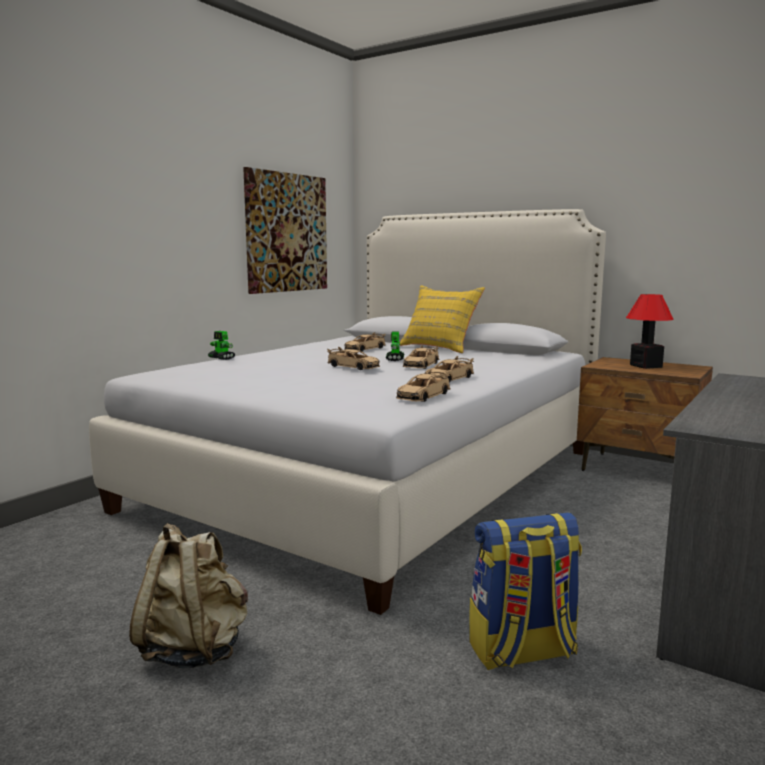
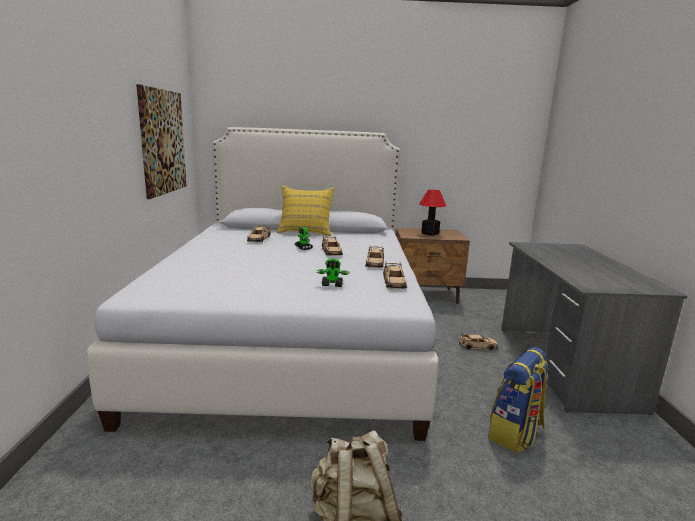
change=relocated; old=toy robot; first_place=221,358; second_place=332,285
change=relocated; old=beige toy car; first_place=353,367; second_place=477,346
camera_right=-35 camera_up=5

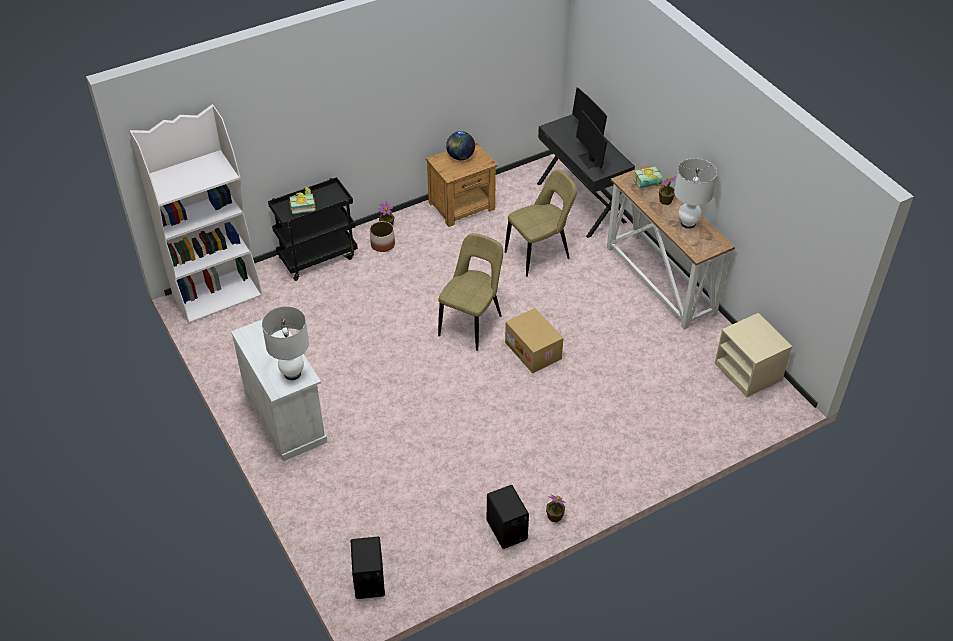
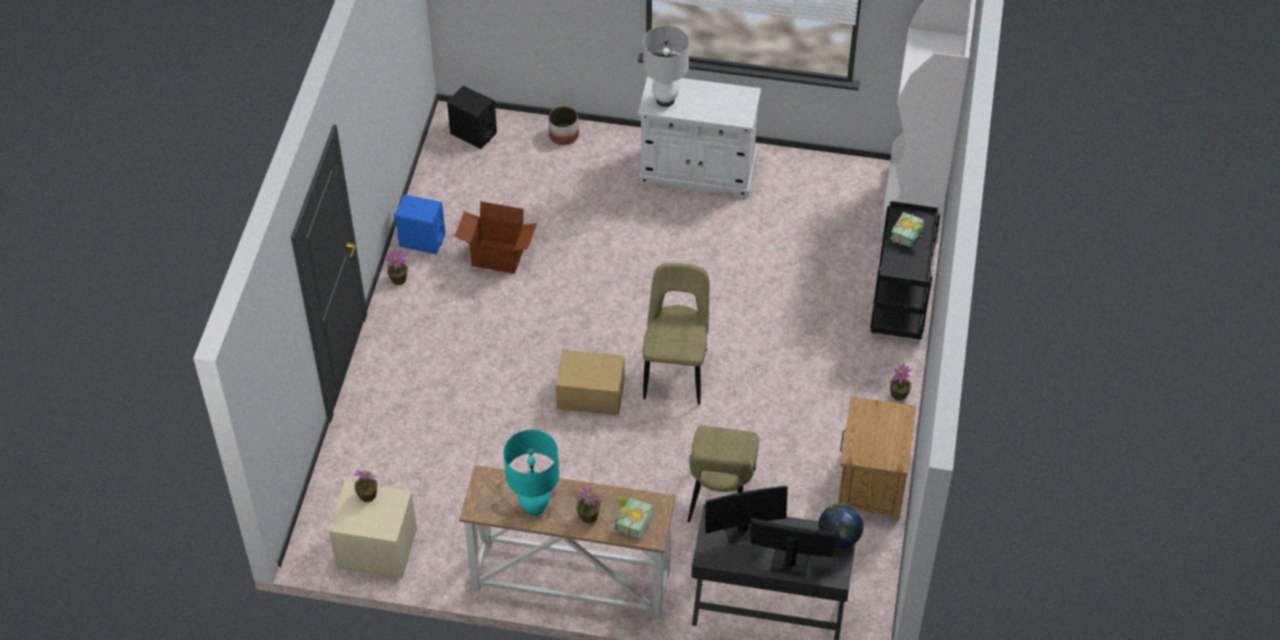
change=relocated; old=planter; first_place=382,244; second_place=564,135
change=spun; old=beige chair; first_place=472,324; second_place=676,370; degrees=-150
change=relocated; old=globe; first_place=460,157; second_place=839,537
change=colour; old=black speaker; new=blue speaker; first_place=507,530; second_place=422,240
change=spun; old=monitor; first_place=591,160; second_place=743,530; degrees=150
change=colour; old=white table lamp; new=turquoise table lamp; first_place=688,223; second_place=534,506
change=appeared; new=potted plant; second_place=367,495
change=appeared; new=cardboard box; second_place=497,257
camera_right=130 camera_up=5

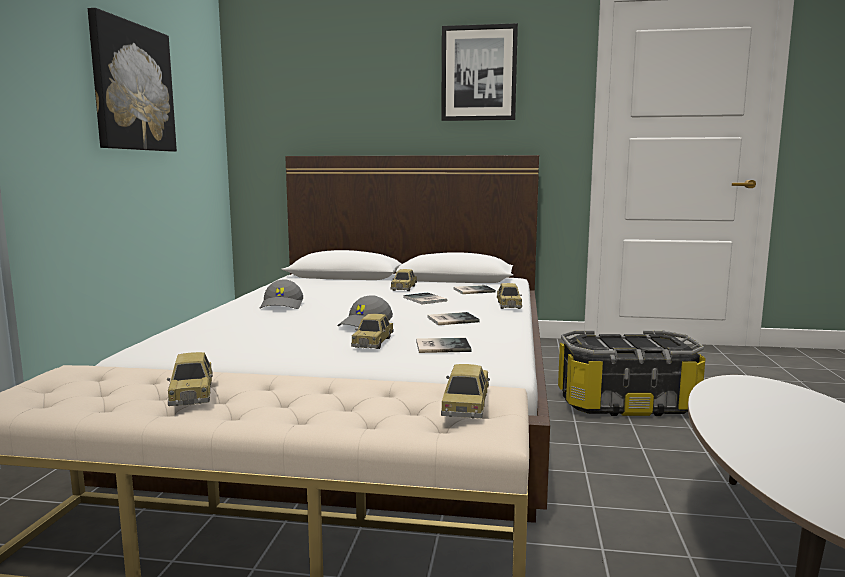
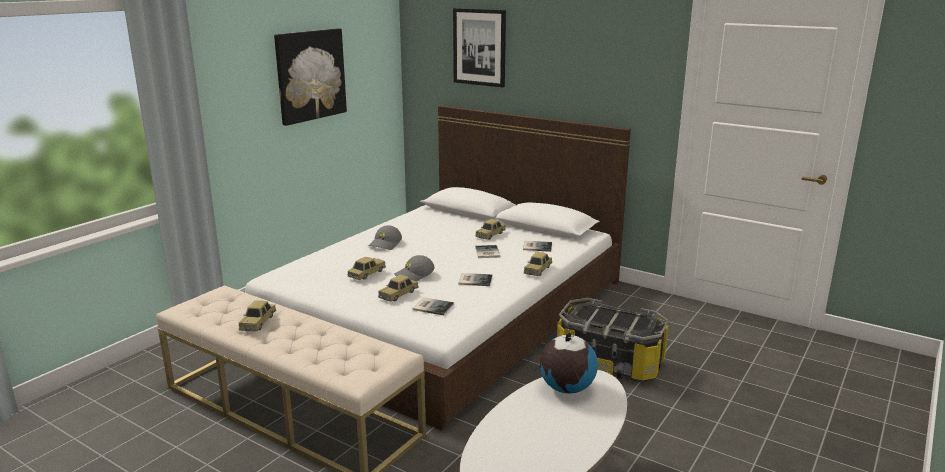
change=relocated; old=picture; first_place=479,73; second_place=479,47
change=relocated; old=toy car; first_place=466,405; second_place=367,274
change=appeared; new=globe; second_place=566,388
camera_right=25 camera_up=10

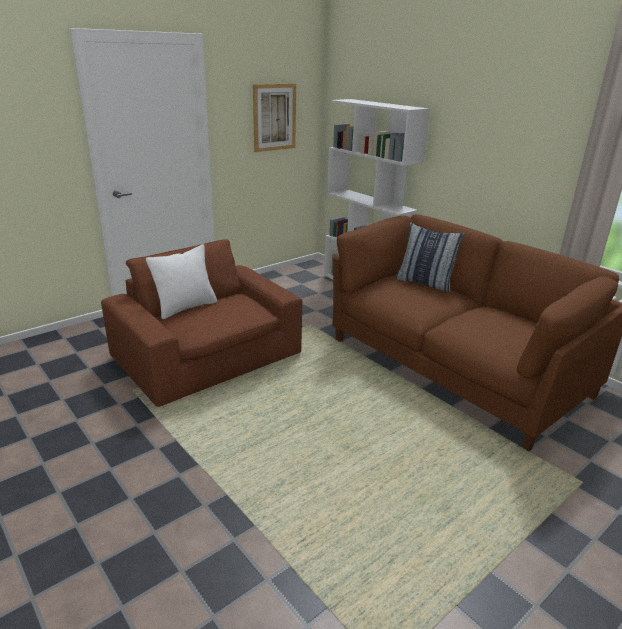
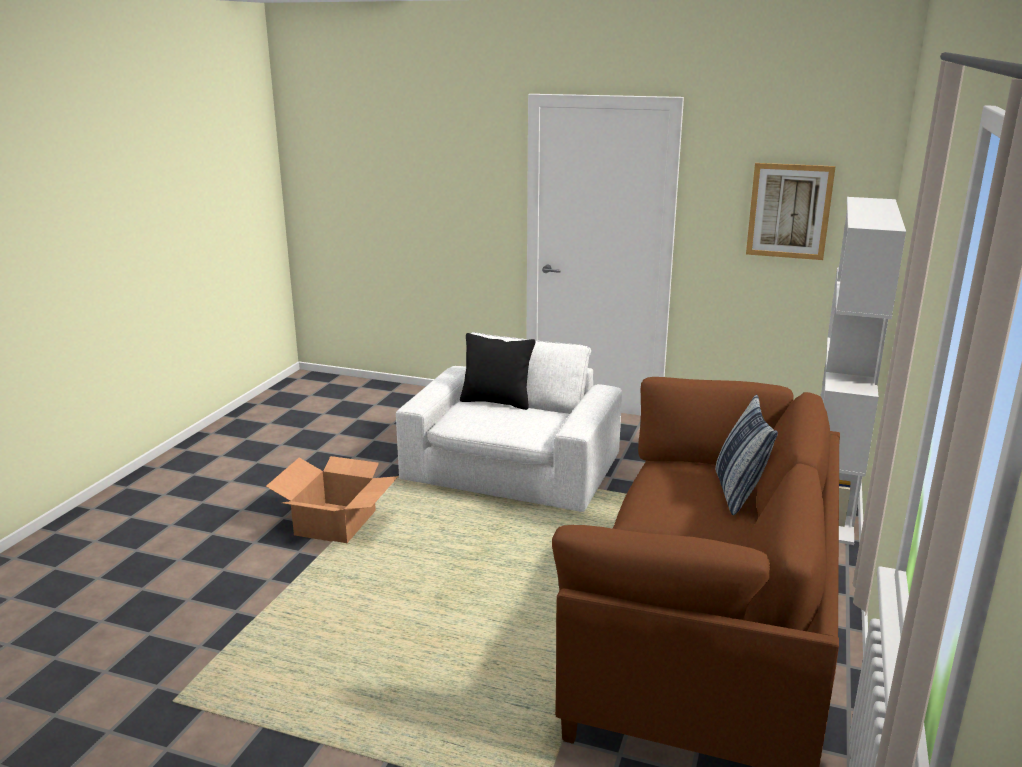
change=colour; old=brown armchair; new=white armchair; first_place=208,356; second_place=512,470
change=colour; old=white pillow; new=black pillow; first_place=186,307; second_place=496,402
change=appeared; new=cardboard box; second_place=336,523
camera_right=60 camera_up=-5

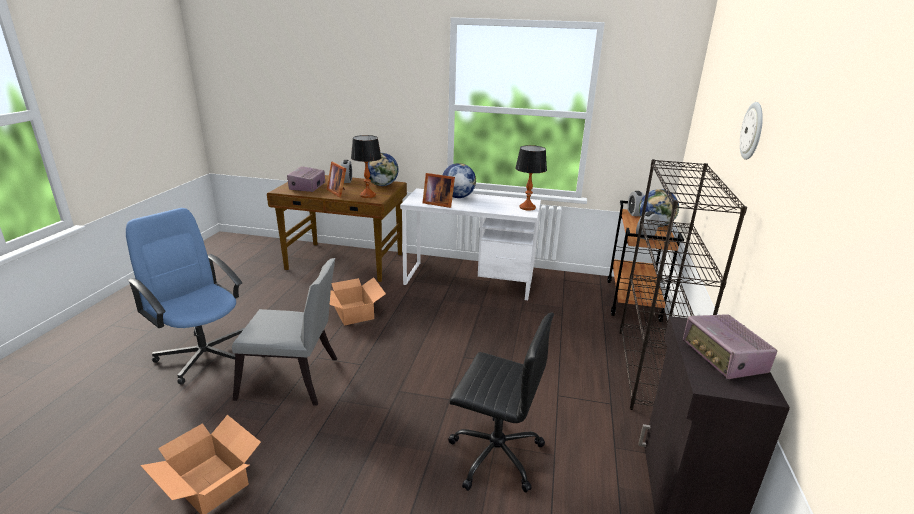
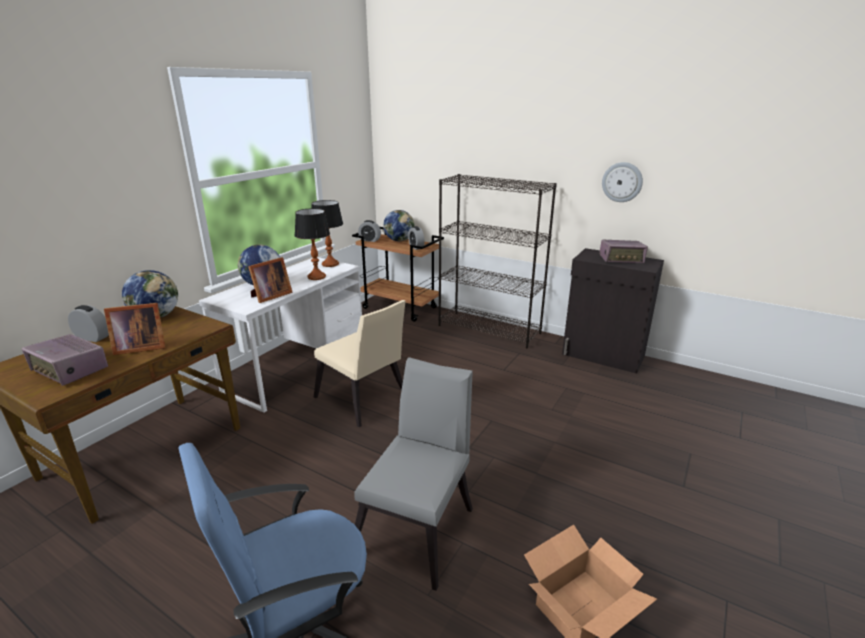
change=missing; old=cardboard box; first_place=353,313
change=relocated; old=table lamp; first_place=368,195; second_place=316,277
change=missing; old=black office chair; first_place=494,454
change=relocated; old=wall clock; first_place=753,131; second_place=622,182
change=appeared; new=beige chair; second_place=364,401
camera_right=-70 camera_up=0

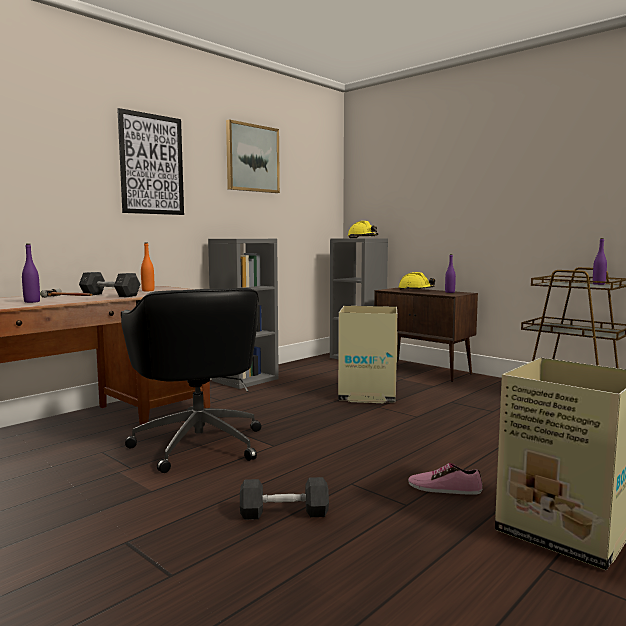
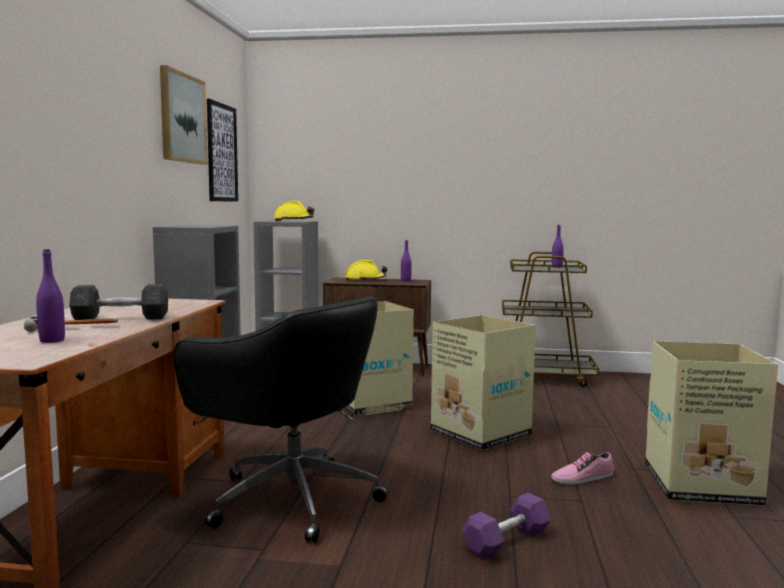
change=relocated; old=picture; first_place=151,164; second_place=222,153
change=missing; old=orange bottle; first_place=148,290
change=colour; old=grey dumbbell; new=purple dumbbell; first_place=284,513; second_place=506,541
change=appeared; new=cardboard box; second_place=479,433
camera_right=-35 camera_up=0

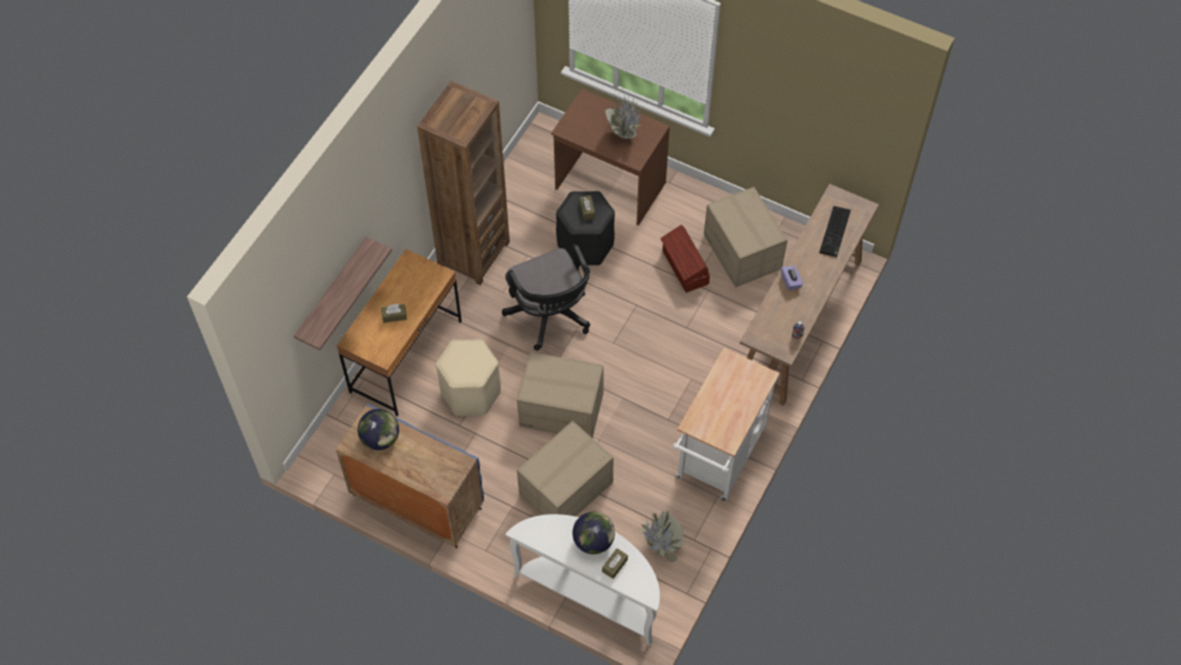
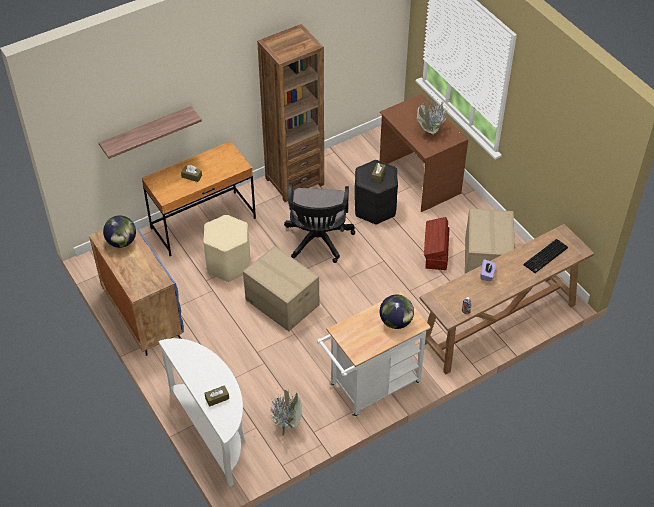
change=missing; old=cardboard box; first_place=566,489
change=relocated; old=globe; first_place=594,541; second_place=396,322
camera_right=30 camera_up=-10

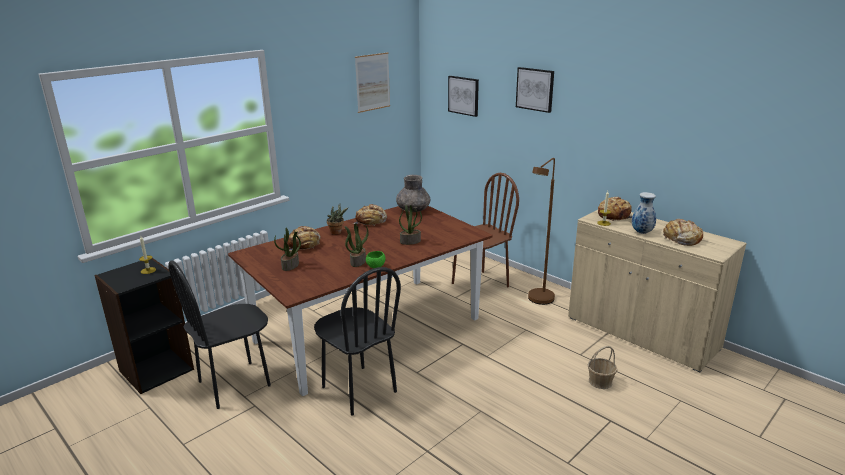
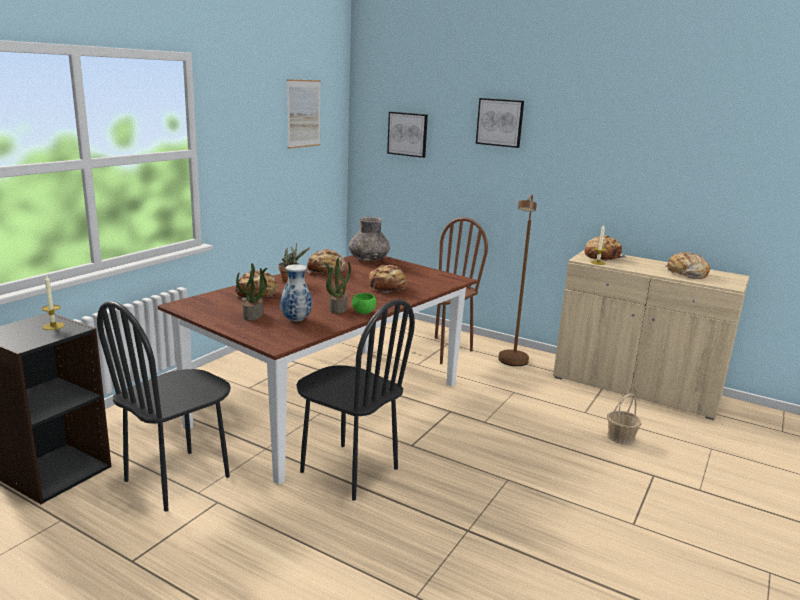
change=exchanged; old=potted plant; new=bread; first_place=410,241; second_place=387,288
change=relocated; old=vase; first_place=641,232; second_place=295,320
camera_right=-15 camera_up=-5

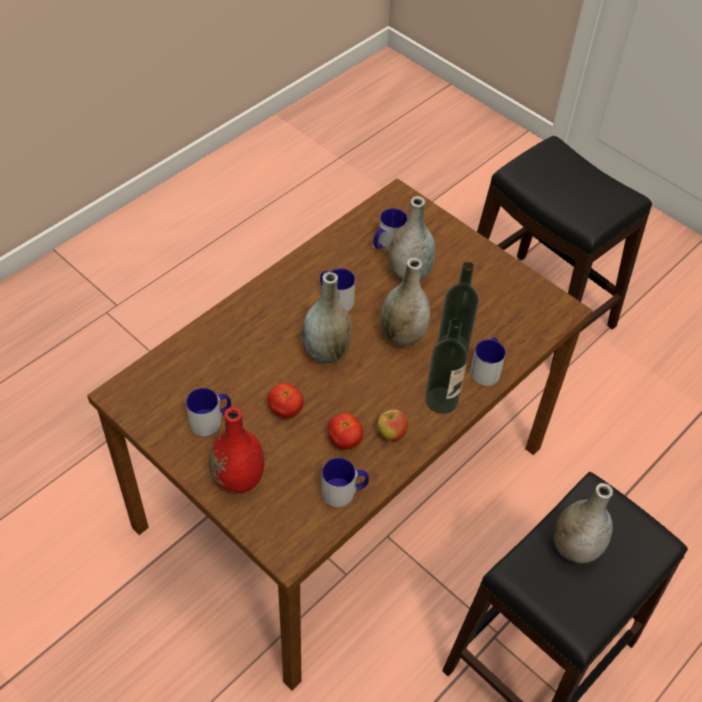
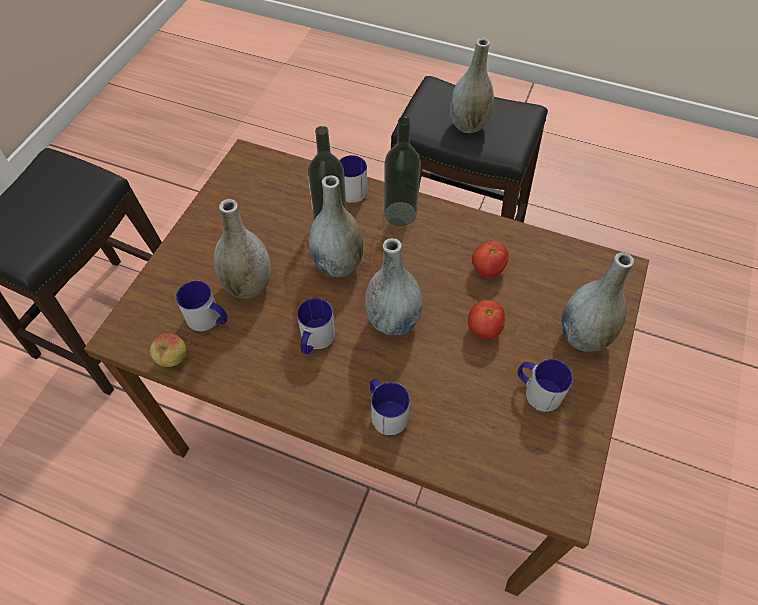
change=colour; old=red vase; new=grey vase; first_place=238,479; second_place=583,336
change=relocated; old=mug; first_place=344,492; second_place=385,412
change=relocated; old=apple; first_place=391,434; second_place=173,359
camera_right=-110 camera_up=5

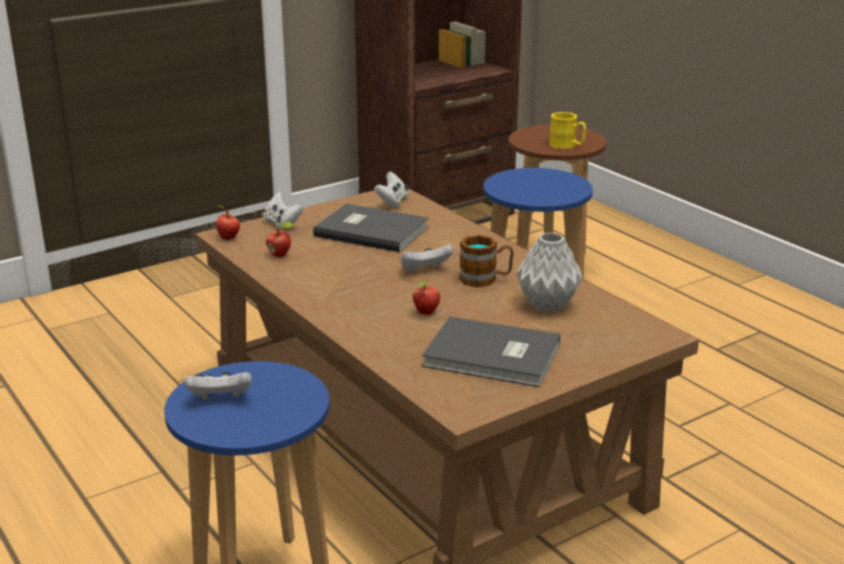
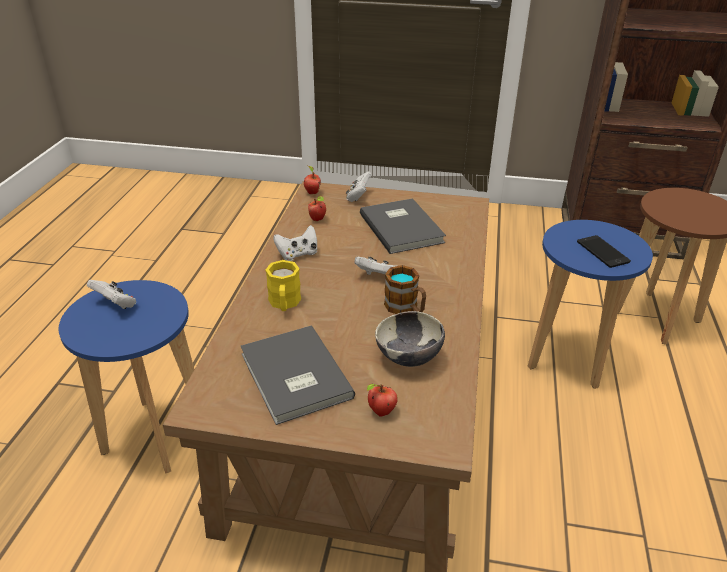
change=relocated; old=white game controller; first_place=392,202; second_place=298,254
change=relocated; old=apple; first_place=426,313; second_place=381,412
change=exchanged; old=grey vase; new=bowl; first_place=548,305; second_place=408,358
change=relocated; old=yellow mug; first_place=567,146; second_place=284,304
change=appeared; new=phone; second_place=602,252
camera_right=45 camera_up=10

